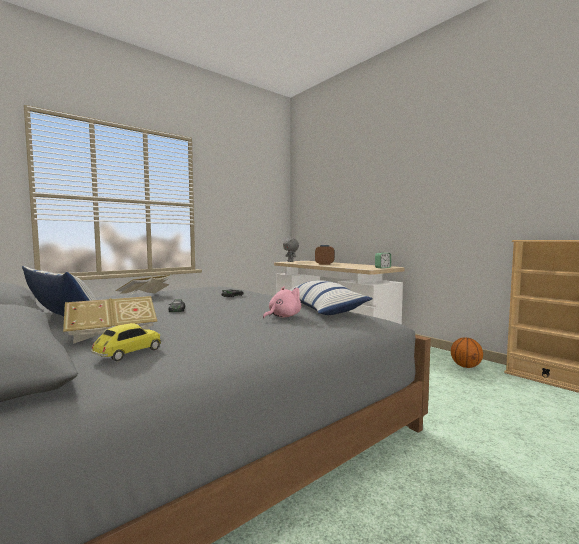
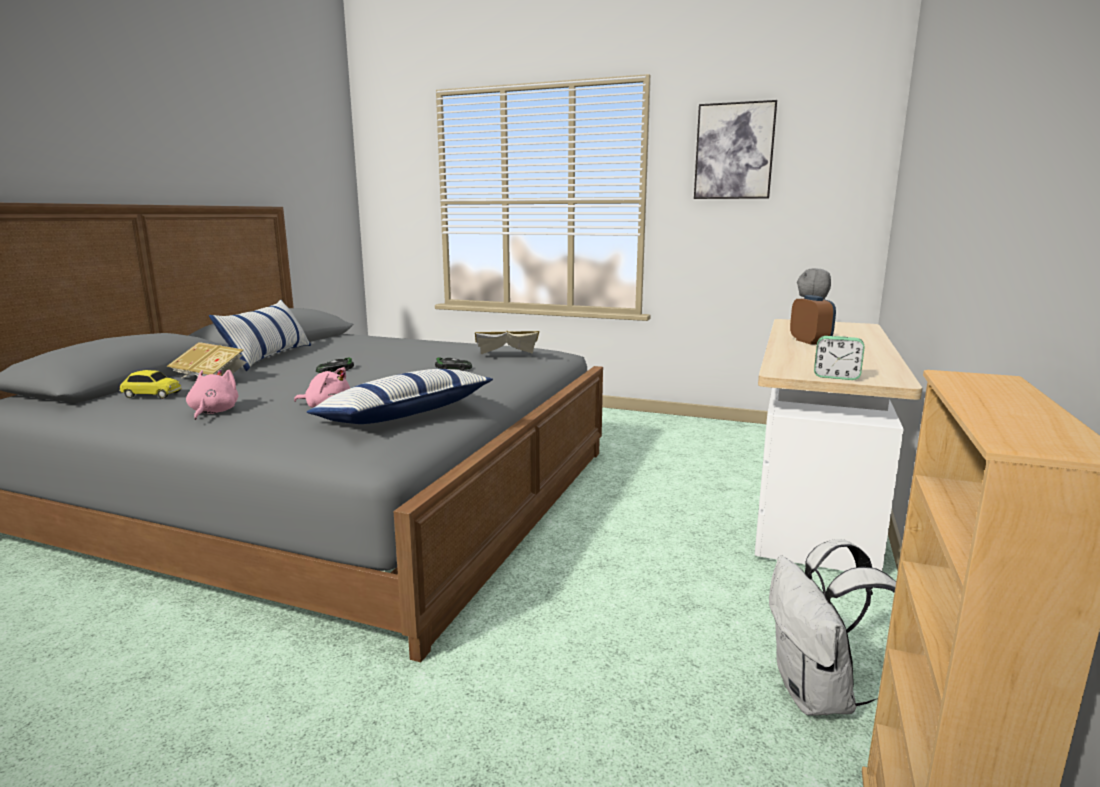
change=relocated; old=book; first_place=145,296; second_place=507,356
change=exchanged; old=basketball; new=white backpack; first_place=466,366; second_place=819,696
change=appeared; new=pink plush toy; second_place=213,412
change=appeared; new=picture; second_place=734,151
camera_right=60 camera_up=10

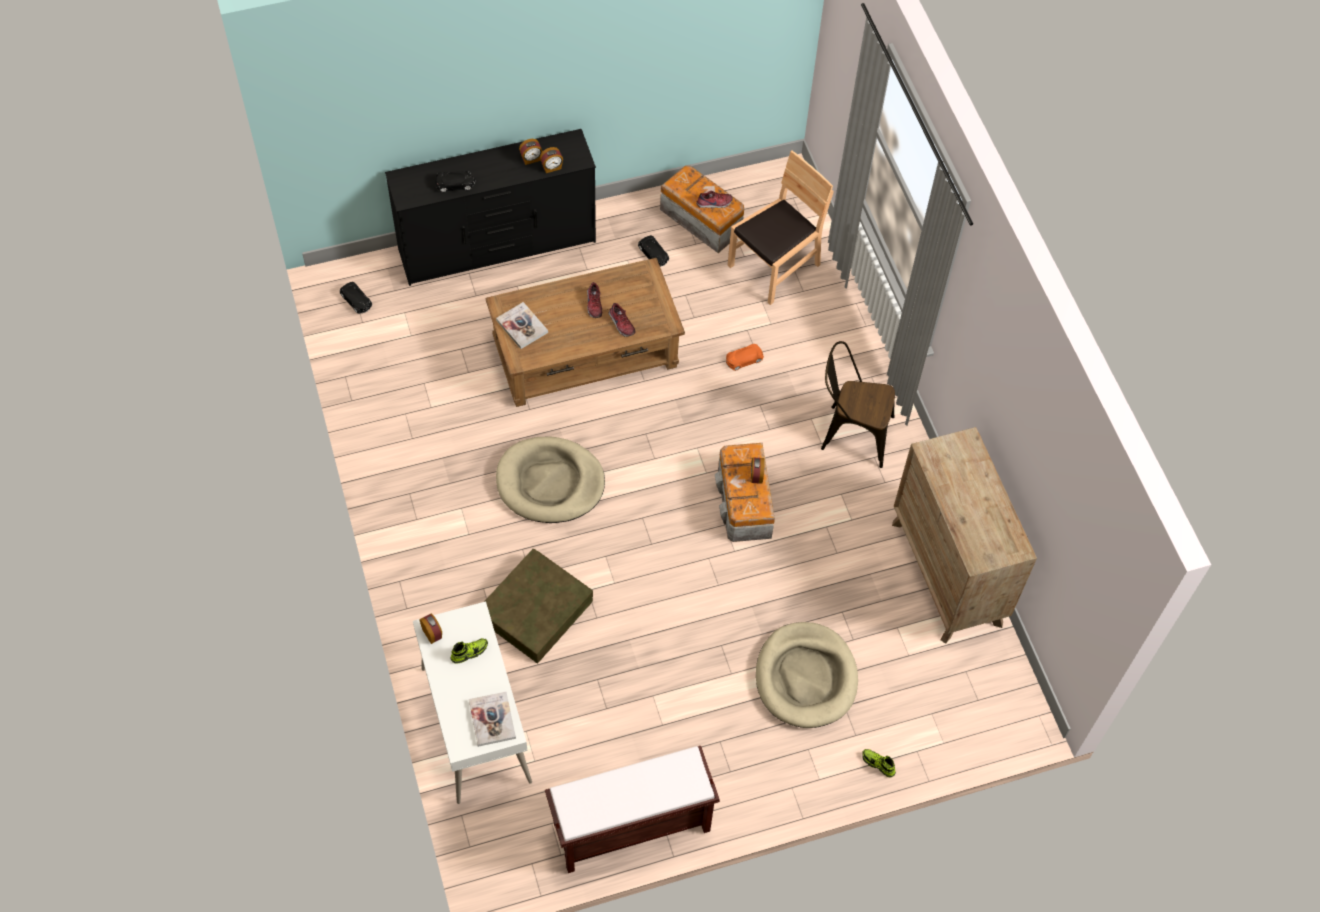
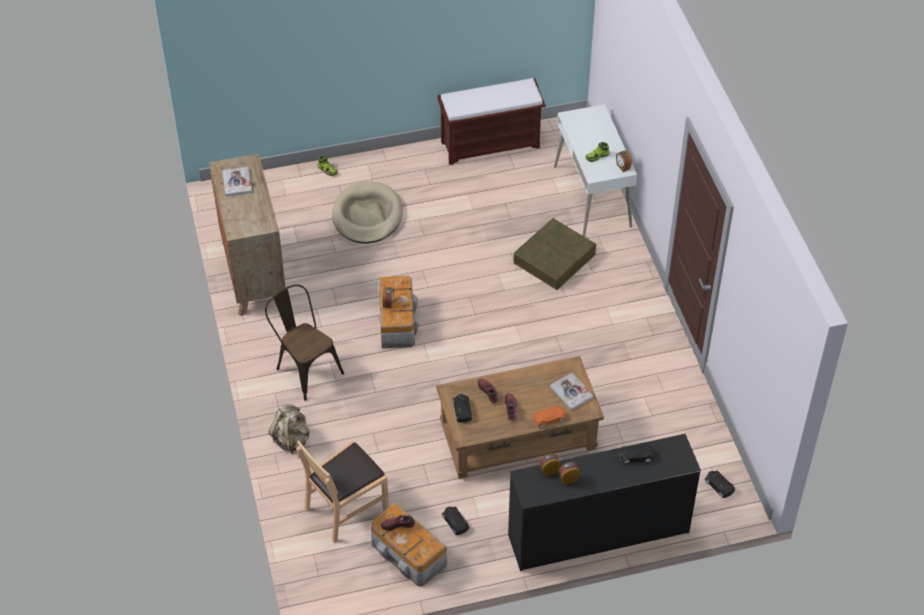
change=relocated; old=book; first_place=492,719; second_place=237,182
change=missing; old=beige dog bed; first_place=550,483
change=relocated; old=orange toy car; first_place=743,359; second_place=549,419
change=spun; old=brown chair; first_place=850,433; second_place=305,369; degrees=-150
change=appeared; new=beige backpack; second_place=292,439
change=appeared; new=black toy car; second_place=462,410
camera_right=-175 camera_up=-10

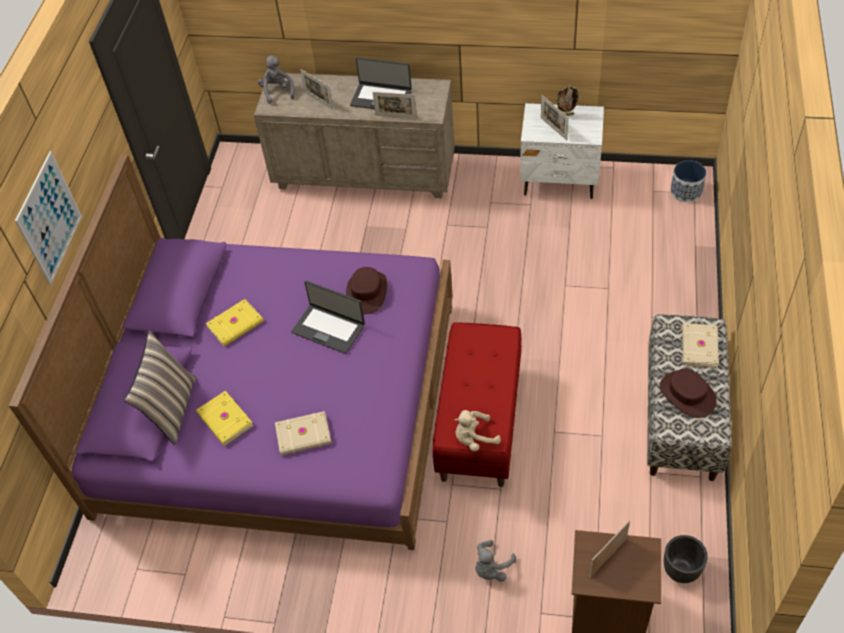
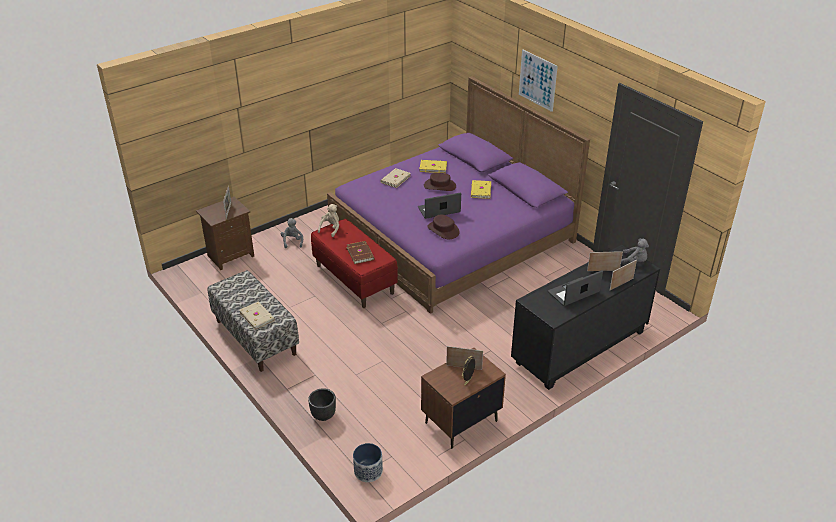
change=missing; old=pillow; first_place=172,408
change=colour; old=beige dresser; new=black dresser; first_place=364,174; second_place=580,347
change=relocated; old=picture frame; first_place=396,117; second_place=621,284
change=colour; old=white nightstand; new=brown nightstand; first_place=560,180; second_place=460,422
change=relocated; old=brown hat; first_place=687,394; second_place=440,186
change=relocated; old=black planter; first_place=681,570; second_place=323,415
change=appeared; new=brown book; second_place=360,253
camera_right=130 camera_up=-15

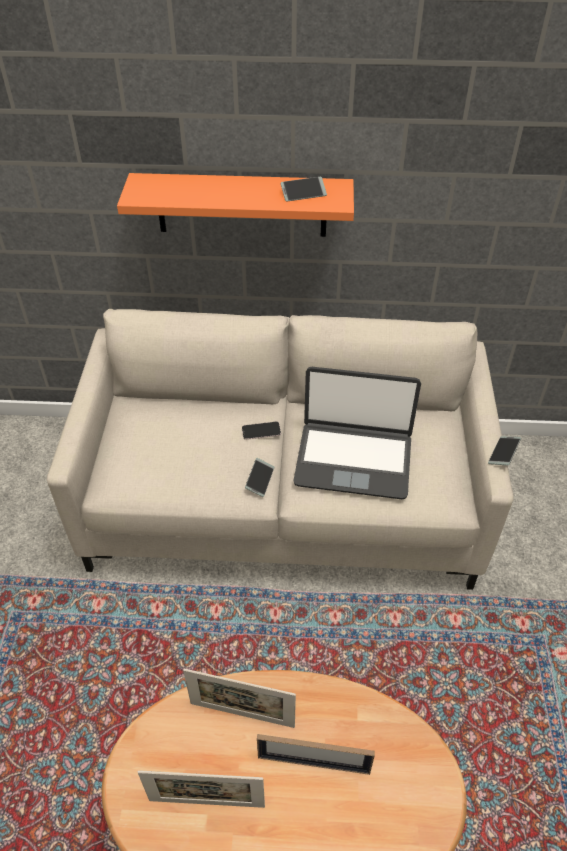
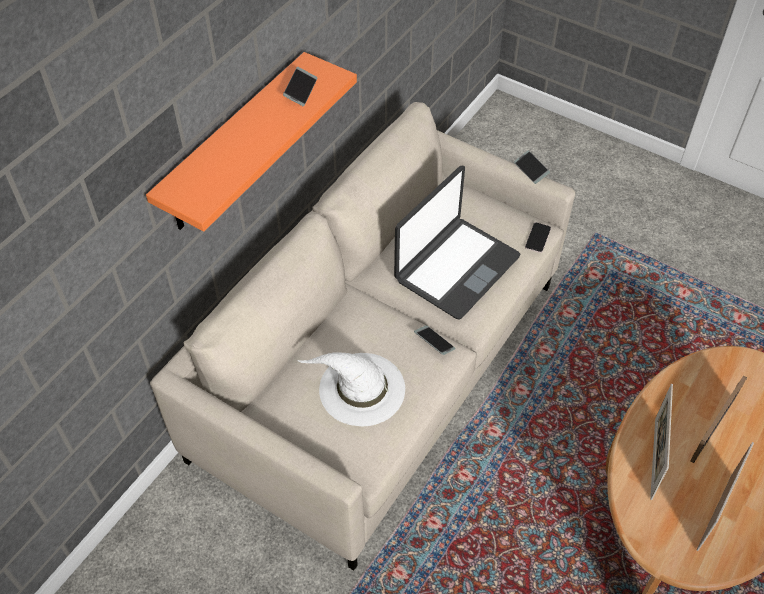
change=spun; old=picture frame; first_place=242,715; second_place=653,458; degrees=150
change=relocated; old=phone; first_place=261,431; second_place=537,238
change=appeared; new=white hat; second_place=360,389
camera_right=-60 camera_up=5

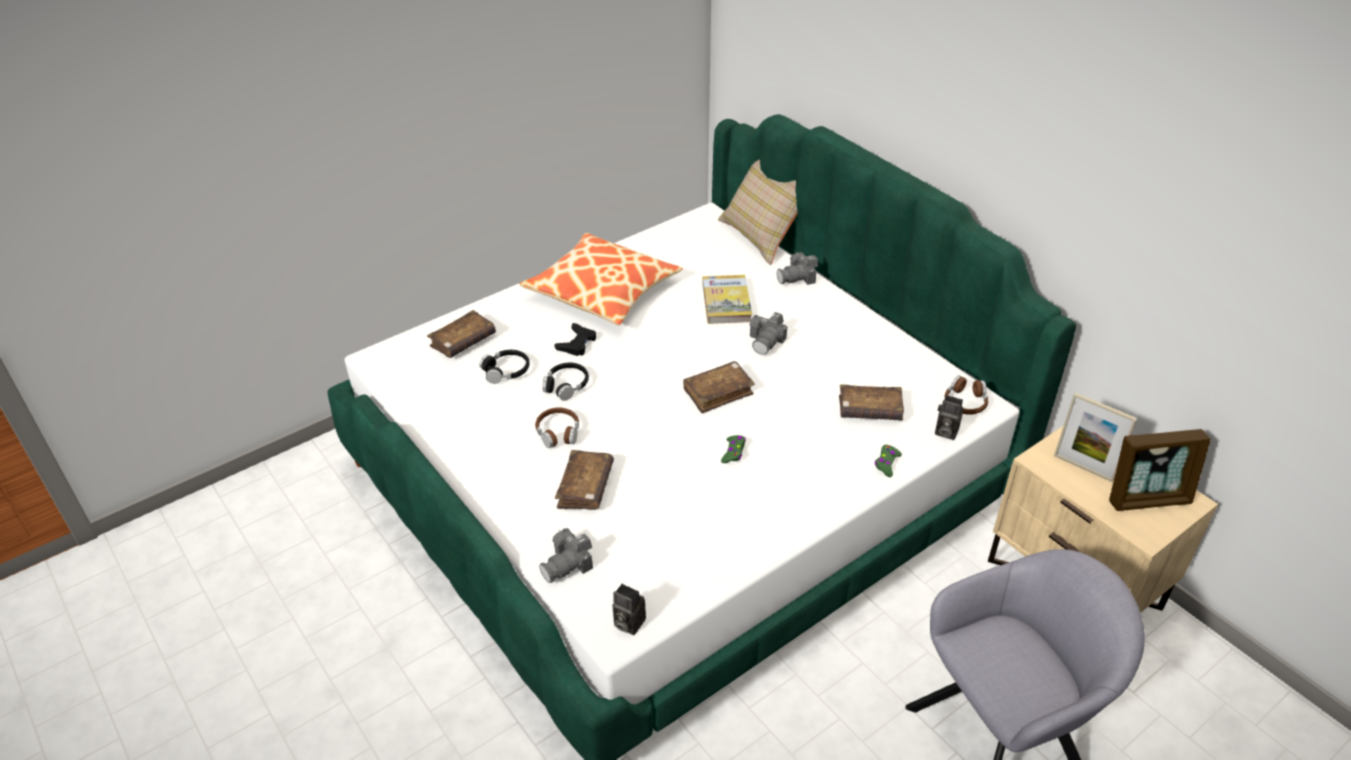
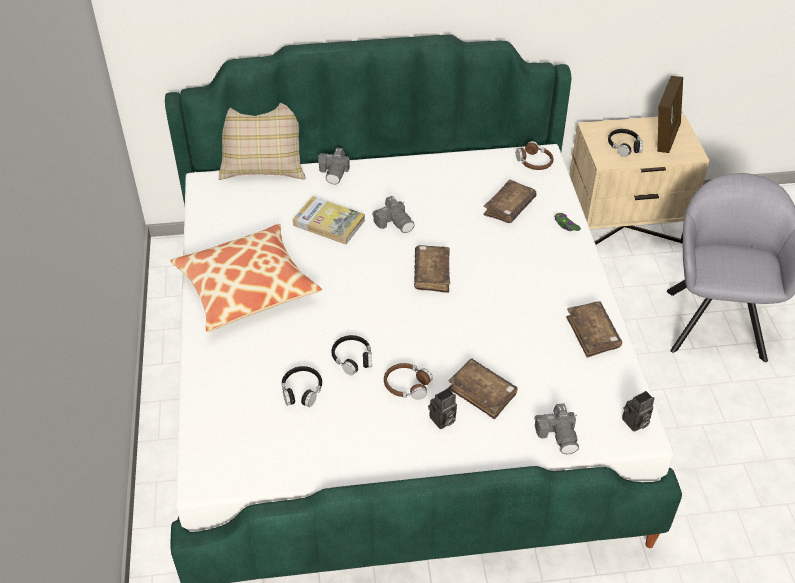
change=relocated; old=brown book; first_place=463,341; second_place=592,334
change=missing; old=black game controller; first_place=577,343
change=missing; old=green game controller; first_place=733,452
change=relocated; old=photo camera; first_place=945,432; second_place=442,420
change=exchanged; old=picture frame; new=black headphones; first_place=1083,467; second_place=624,146
camera_right=-60 camera_up=5

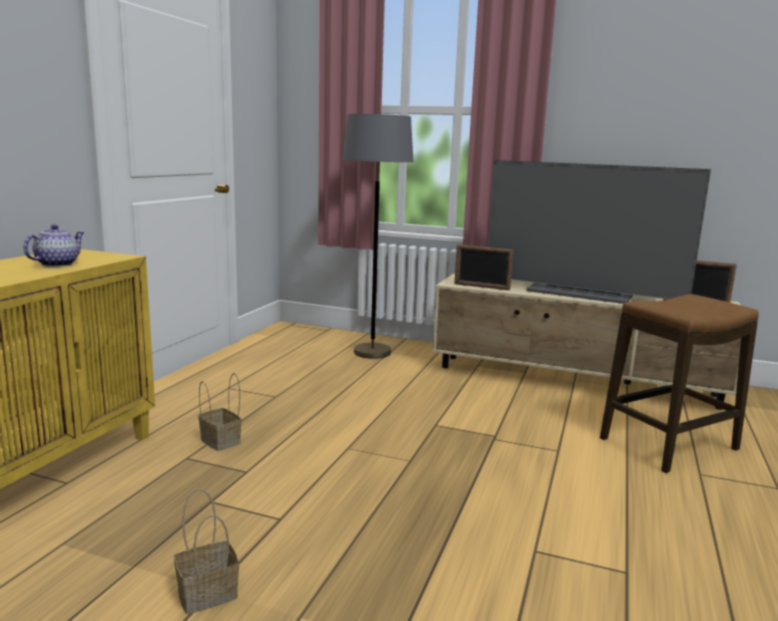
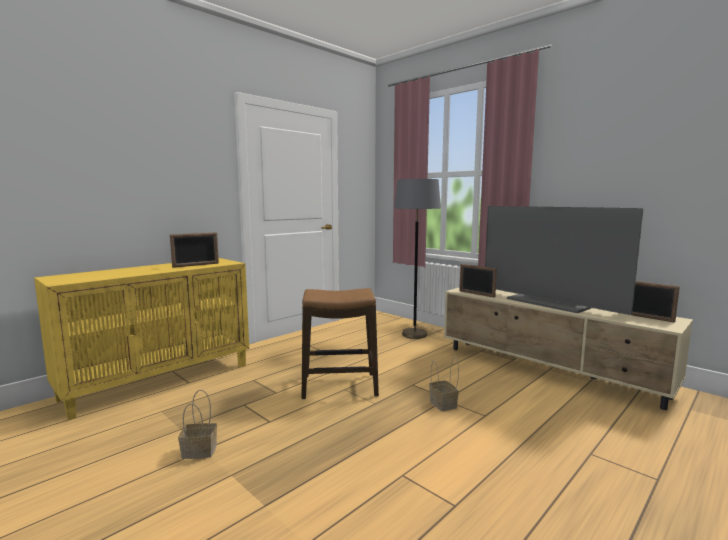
change=exchanged; old=teapot; new=picture frame; first_place=58,264; second_place=196,265
change=relocated; old=basket; first_place=222,441; second_place=444,404
change=relocated; old=stool; first_place=668,444; second_place=340,386
camera_right=25 camera_up=-5

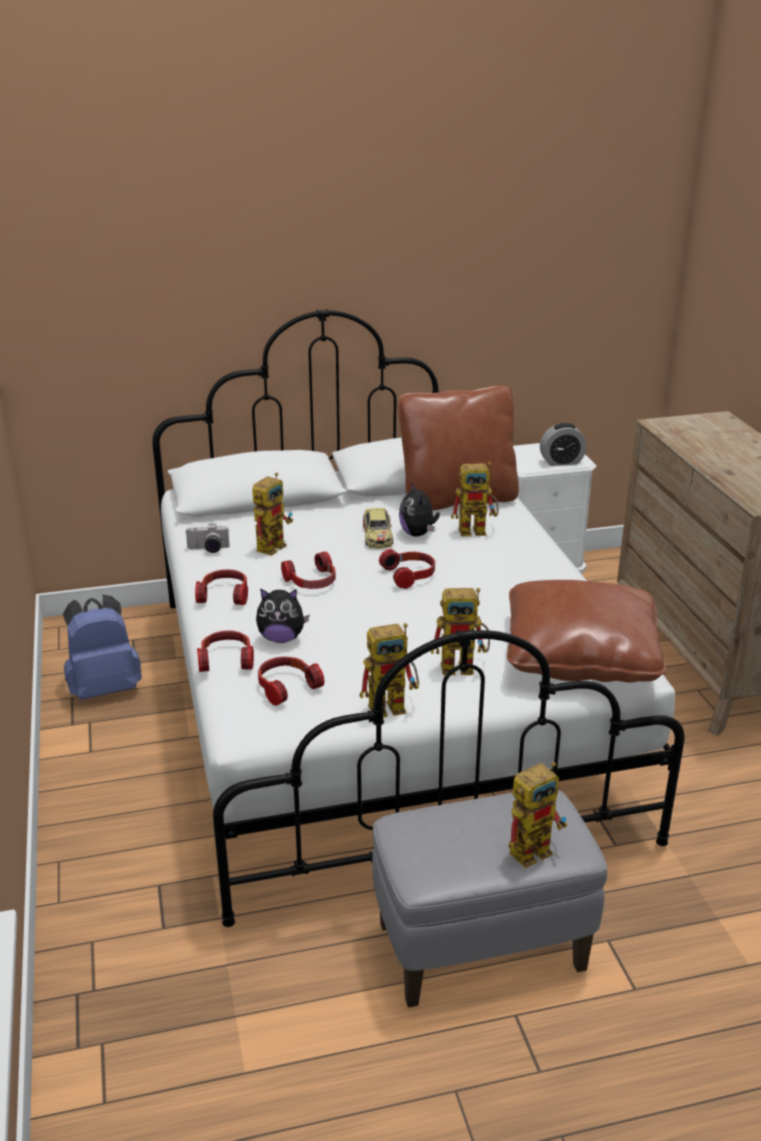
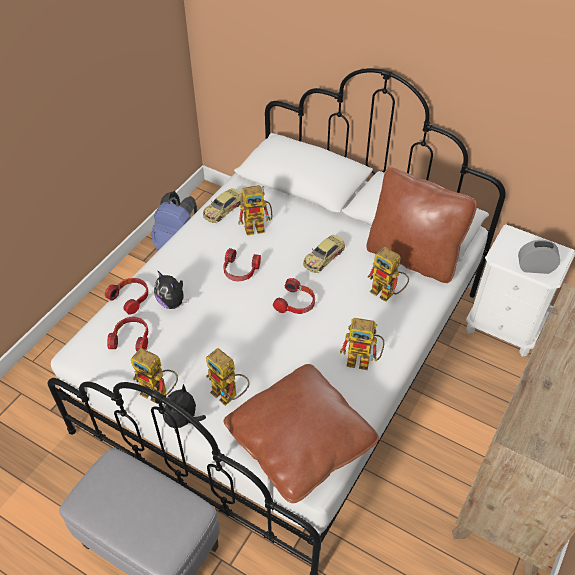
change=exchanged; old=photo camera; new=toy car; first_place=208,549; second_place=223,209
change=missing; old=headphones; first_place=224,595
change=relocated; old=plush toy; first_place=418,534; second_place=183,420
change=relocated; old=toy robot; first_place=535,847; second_place=363,361
change=spun; old=alarm clock; first_place=561,462; second_place=535,268; degrees=150
camera_right=45 camera_up=20

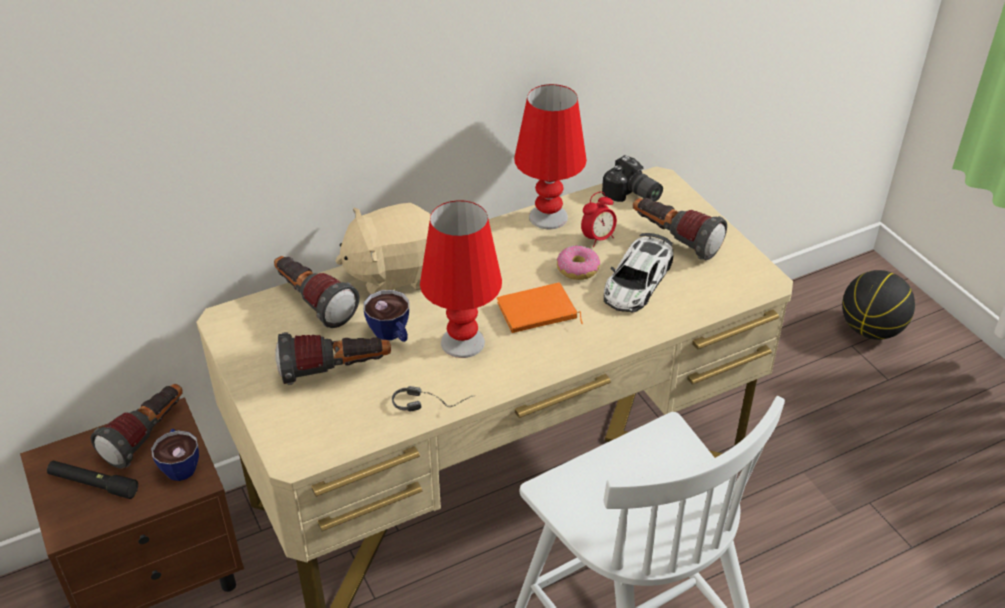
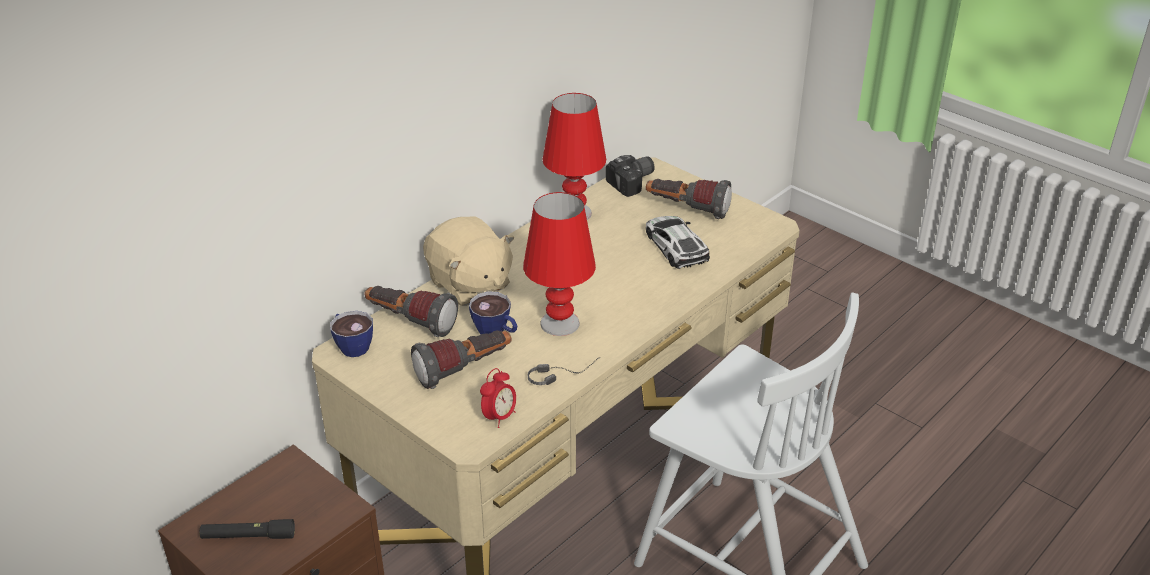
change=missing; old=flashlight; first_place=147,436
change=relocated; old=cup; first_place=180,464; second_place=351,345
change=spun; old=beige plush toy; first_place=395,274; second_place=469,284; degrees=-90
change=missing; old=orange book; first_place=537,313
change=missing; old=donut; first_place=578,269
change=relocated; old=alarm clock; first_place=598,239; second_place=499,417
change=spun; old=photo camera; first_place=632,195; second_place=633,183; degrees=-60
change=spun; old=toy car; first_place=637,281; second_place=675,246; degrees=150
change=missing; old=basketball; first_place=871,330
camera_right=-20 camera_up=-5

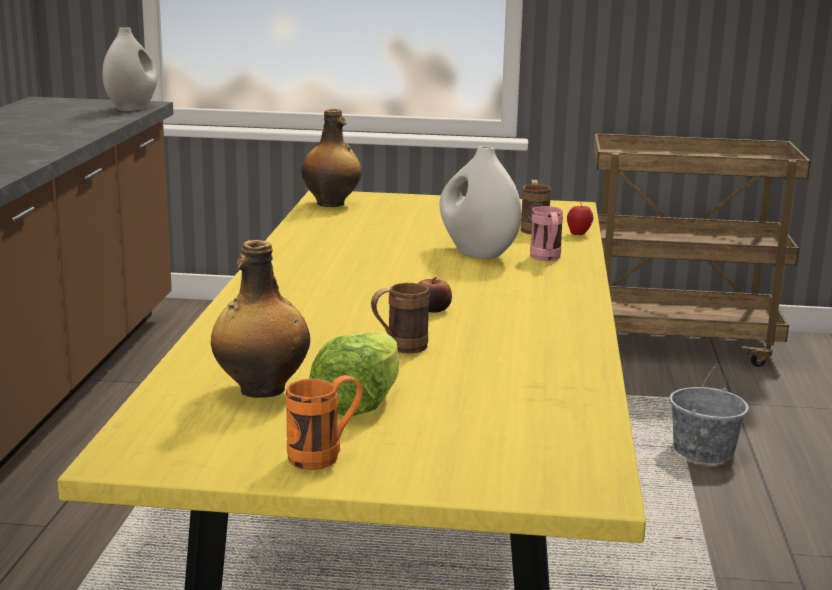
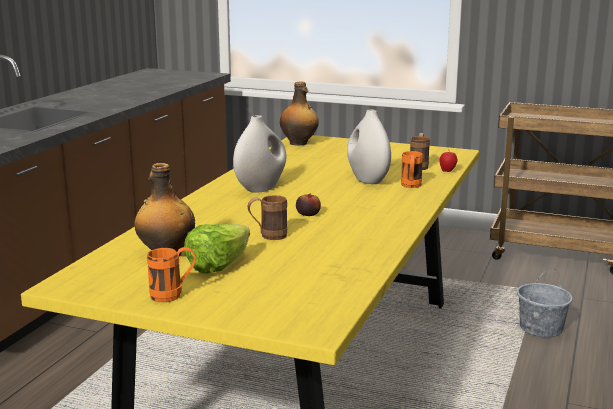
change=relocated; old=white vase; first_place=132,108; second_place=260,188
change=colour; old=pink mug; new=orange mug; first_place=546,259; second_place=411,186
camera_right=15 camera_up=0

